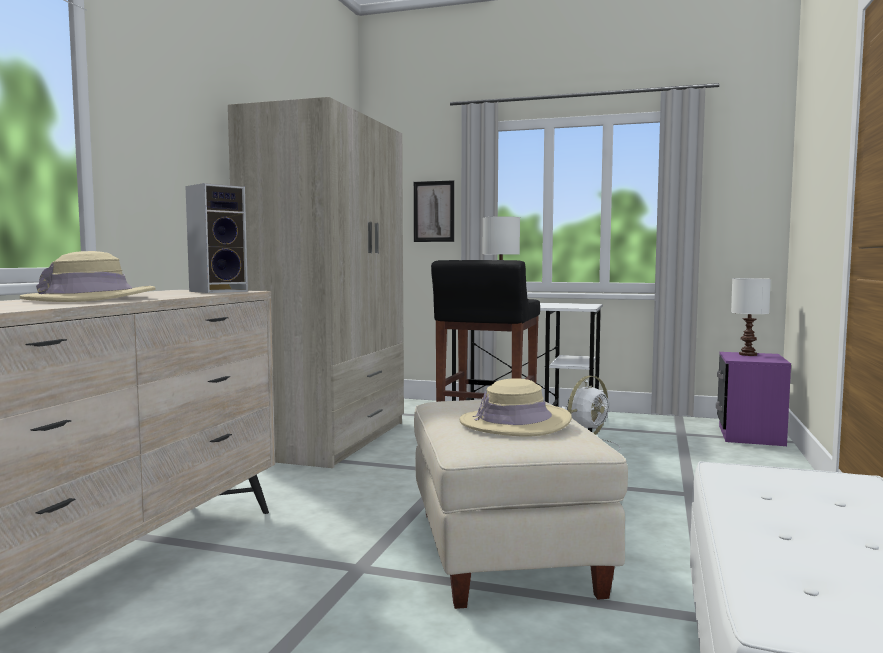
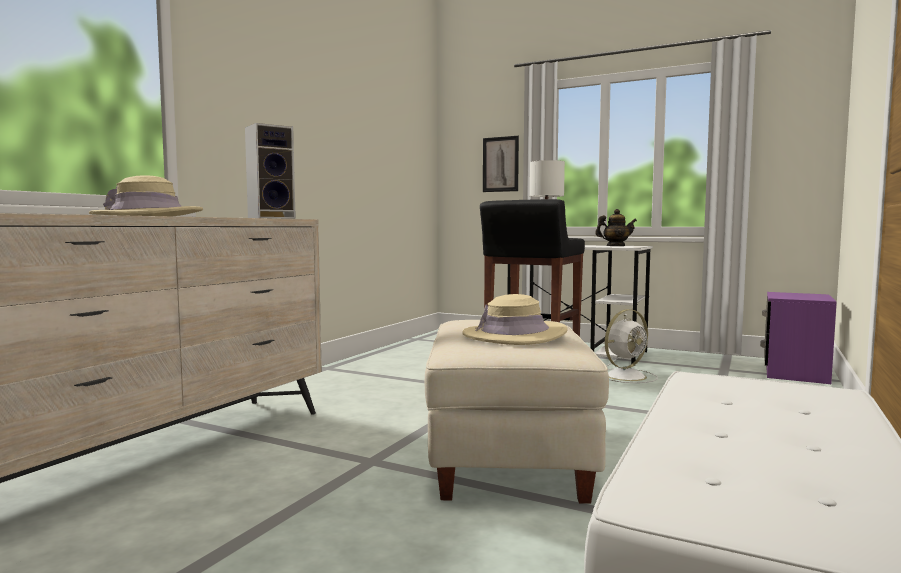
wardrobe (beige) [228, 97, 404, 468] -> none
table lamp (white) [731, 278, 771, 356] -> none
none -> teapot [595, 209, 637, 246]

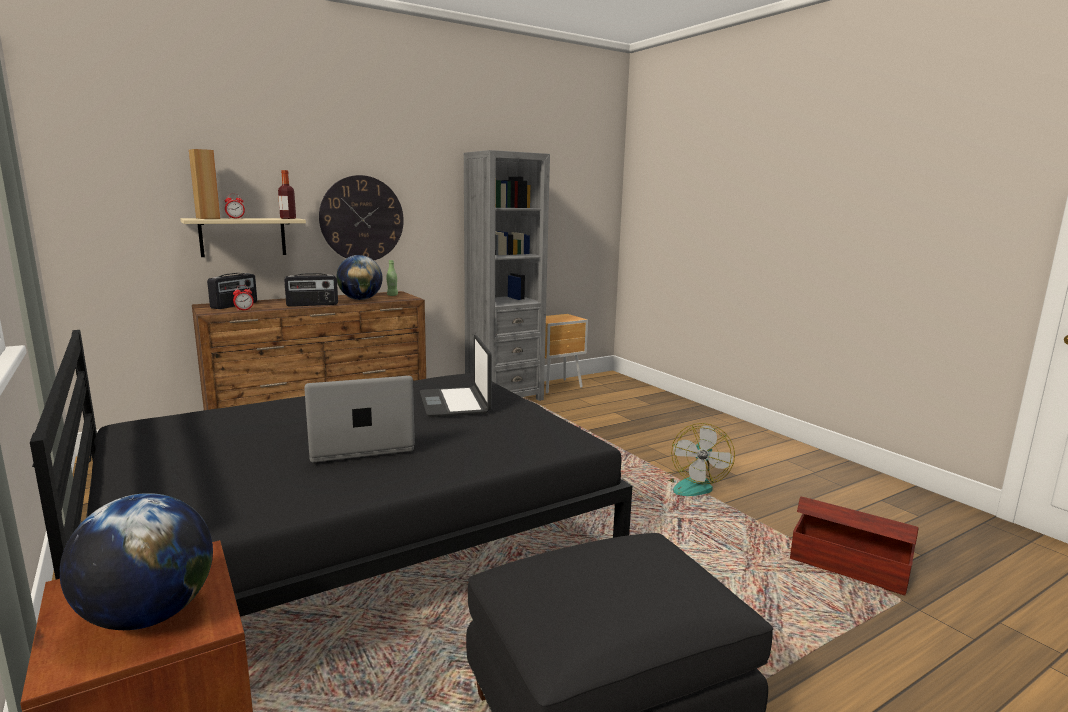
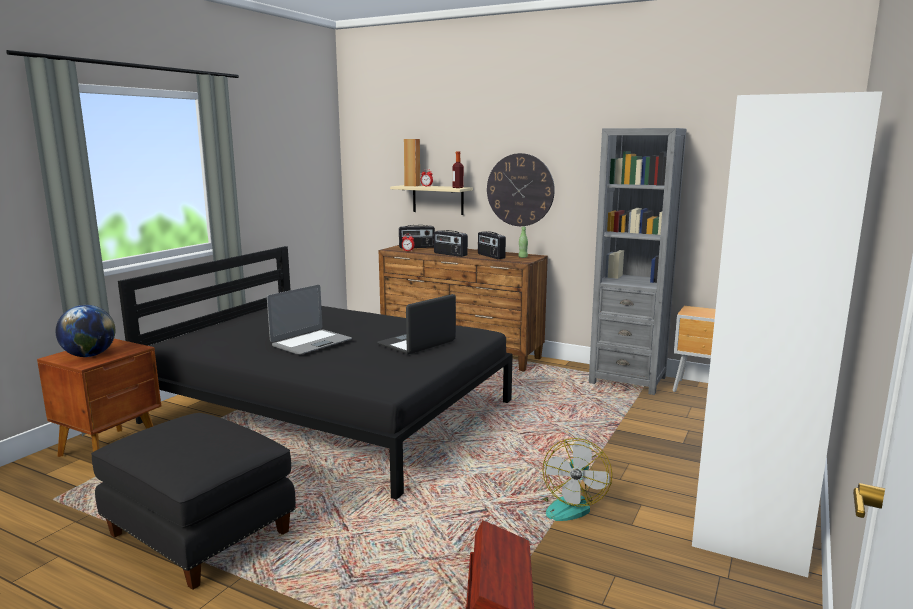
laptop [304, 376, 415, 462] -> laptop [267, 285, 352, 354], 90 degrees clockwise
globe [336, 255, 383, 300] -> radio [478, 231, 506, 259]
fan [662, 423, 735, 496] -> fan [536, 438, 612, 521], 60 degrees counterclockwise
none -> wardrobe (white) [692, 91, 882, 577]

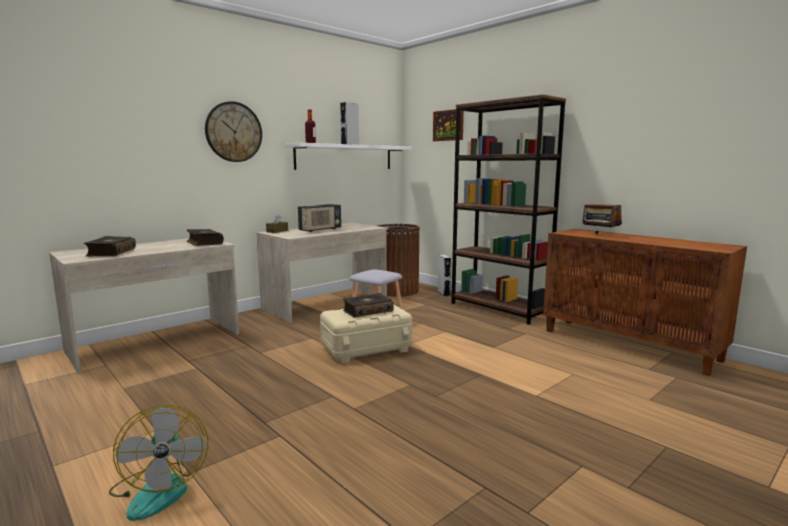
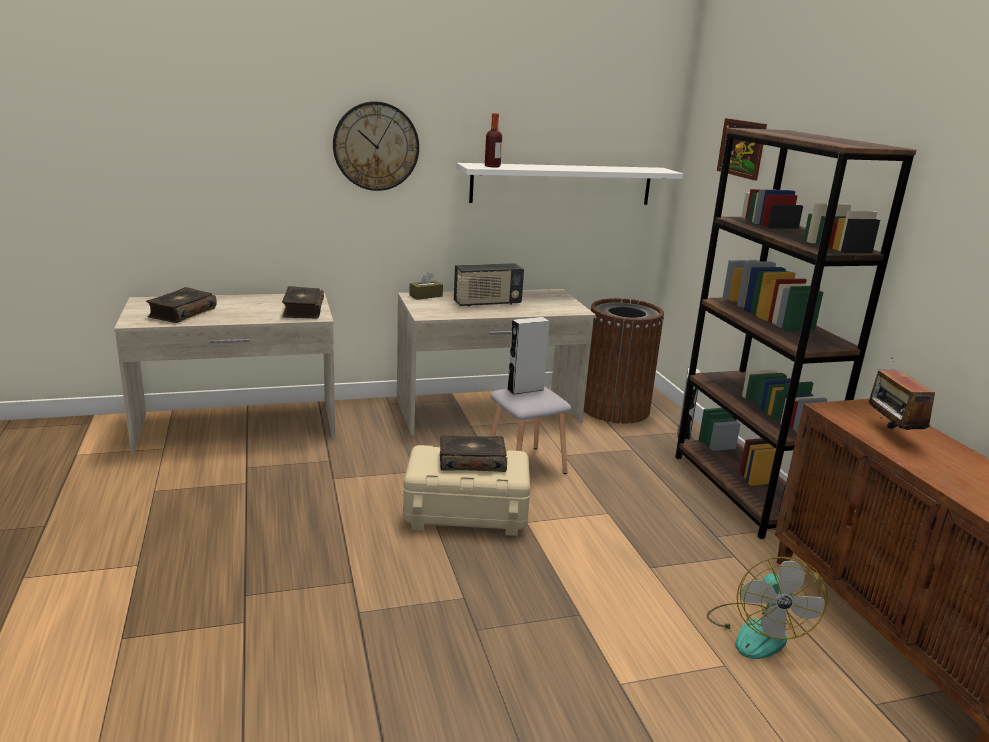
fan [109, 404, 208, 521] -> fan [707, 557, 828, 659], relocated
speaker (grey) [340, 102, 359, 145] -> speaker (grey) [507, 317, 550, 395], relocated

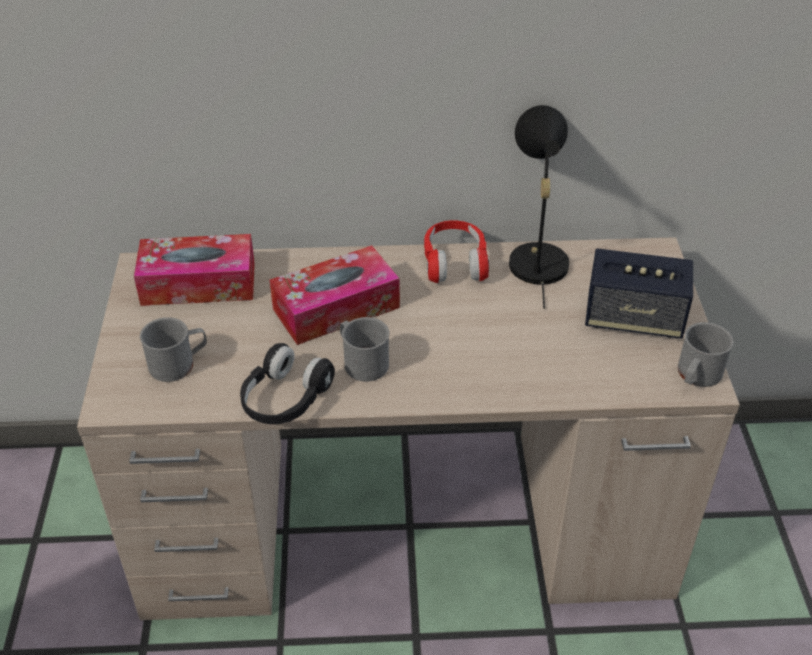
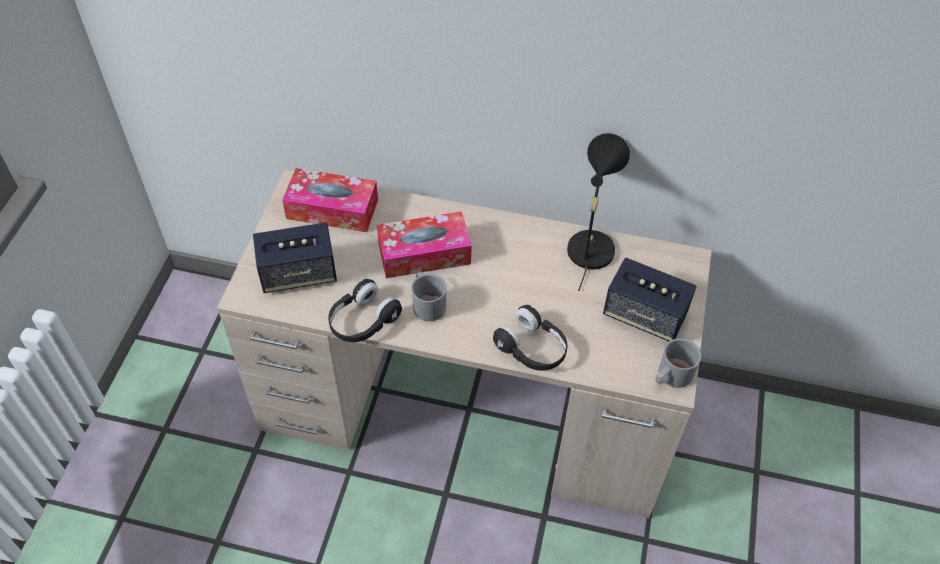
mug (grey) [140, 317, 207, 382] -> speaker [253, 222, 337, 293]
headphones (red) [424, 220, 489, 283] -> none
none -> headphones (black) [493, 305, 567, 371]

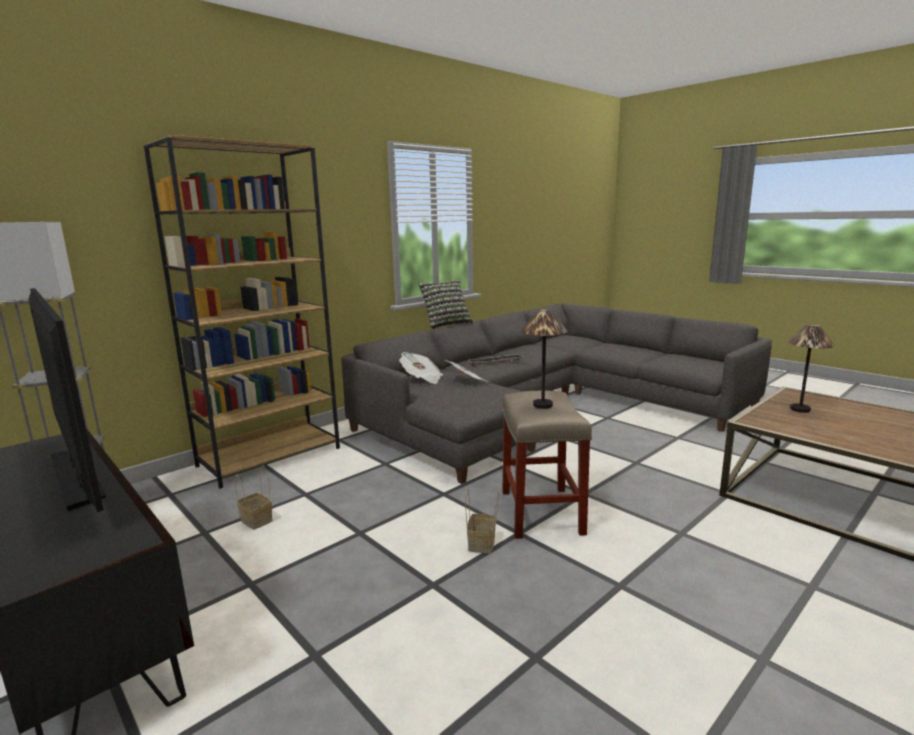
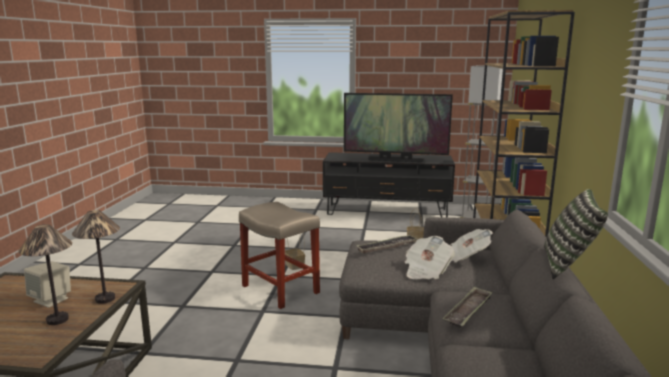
table lamp [522, 309, 568, 409] -> table lamp [72, 210, 120, 304], relocated
none -> speaker (beige) [24, 261, 71, 308]
none -> tray [356, 235, 417, 254]

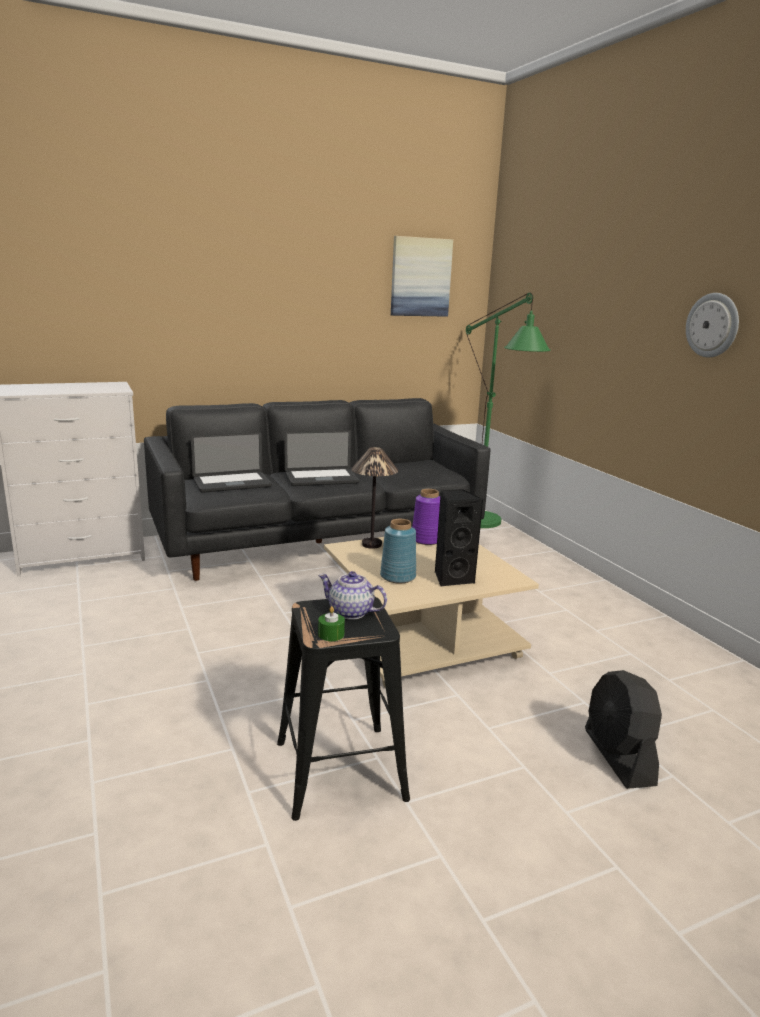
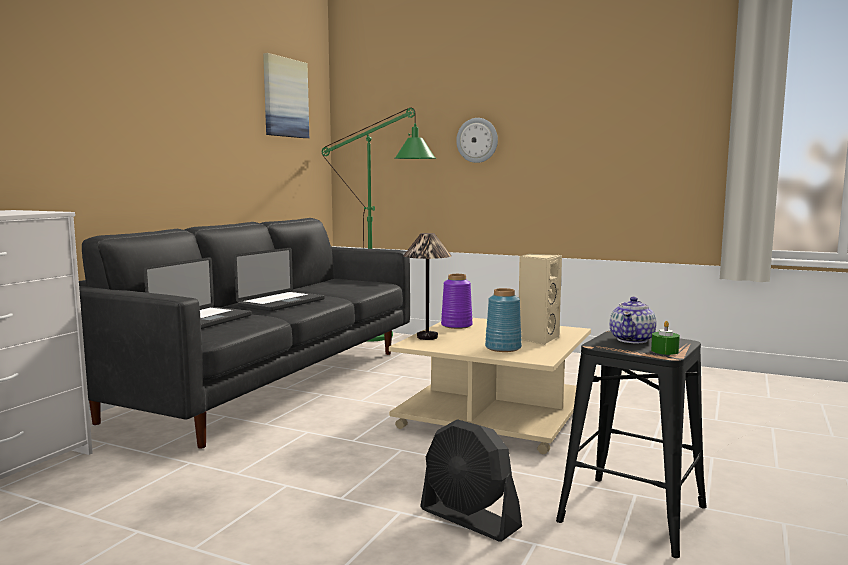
teapot [318, 571, 387, 620] -> teapot [609, 297, 657, 343], 45 degrees counterclockwise
speaker (black) [435, 489, 483, 586] -> speaker (beige) [519, 254, 562, 345]
fan (black) [585, 670, 662, 789] -> fan (black) [420, 419, 522, 542], relocated
wall clock [686, 293, 739, 358] -> wall clock [456, 118, 498, 163], relocated

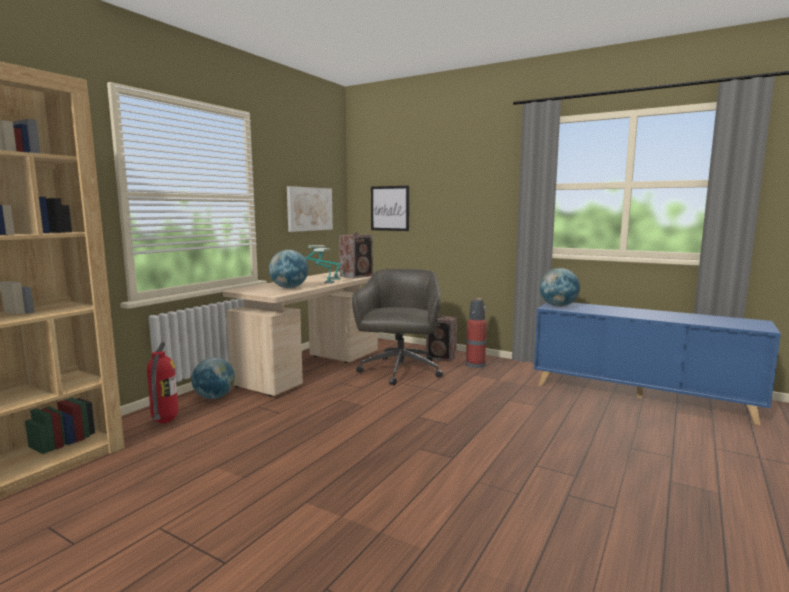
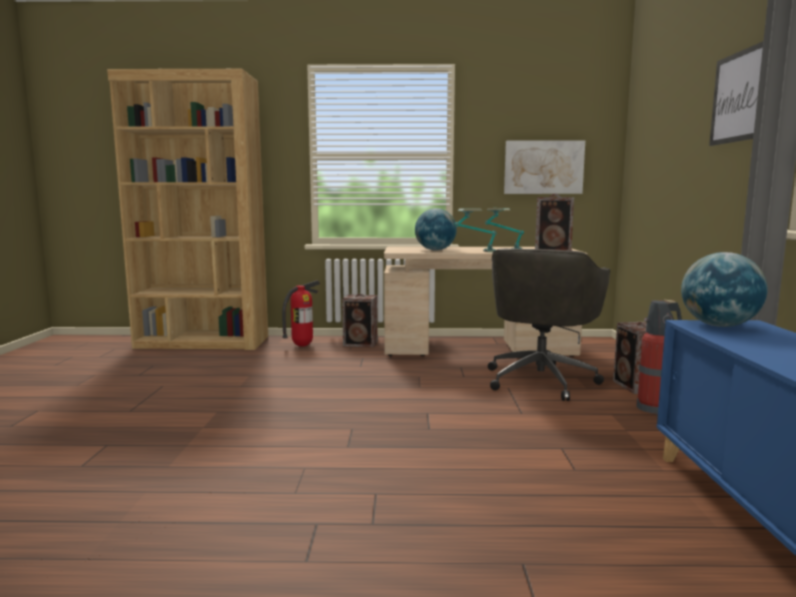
globe [191, 358, 235, 399] -> speaker [342, 294, 378, 347]
office chair (grey) [352, 269, 443, 385] -> office chair (grey) [488, 248, 610, 401], 135 degrees clockwise
picture [371, 186, 409, 231] -> picture [709, 41, 763, 146], relocated

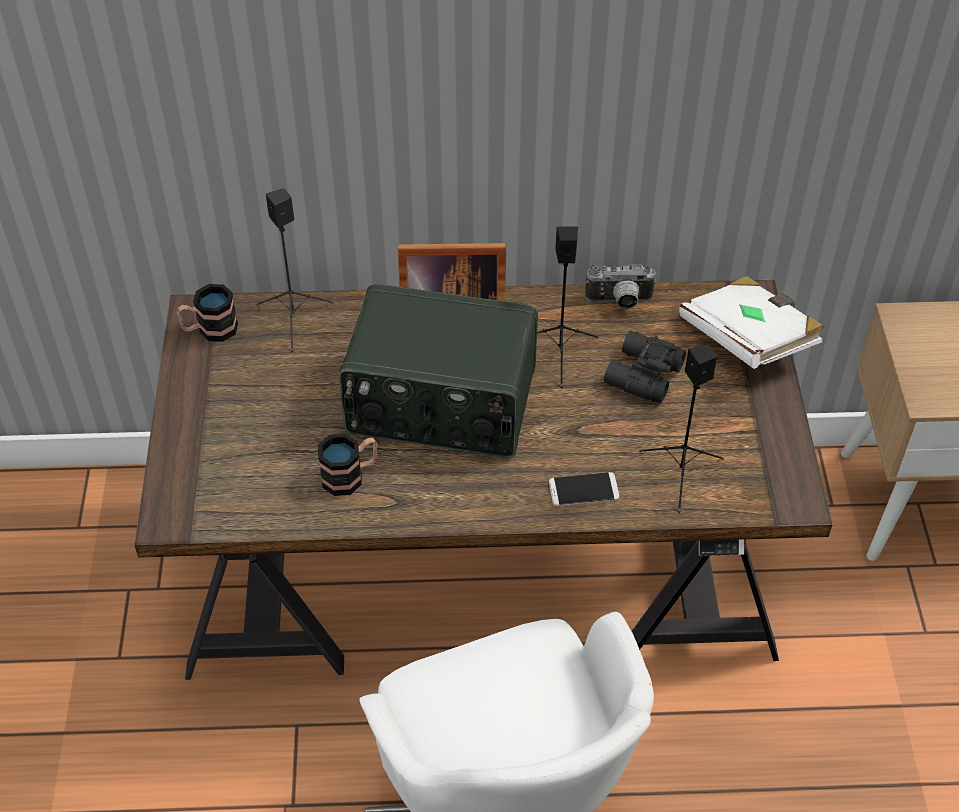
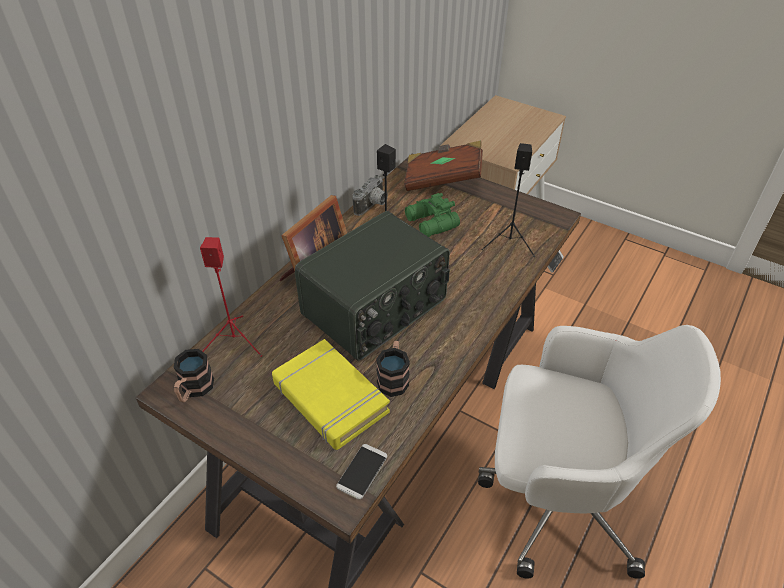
speaker (black) [256, 188, 334, 352] -> speaker (red) [200, 237, 262, 357]
phone [549, 472, 619, 506] -> phone [336, 444, 387, 500], relocated
binoculars (black) [604, 331, 686, 403] -> binoculars (green) [405, 193, 460, 237]
book (white) [679, 276, 824, 369] -> book (brown) [404, 141, 483, 191]
none -> book (yellow) [272, 339, 390, 450]

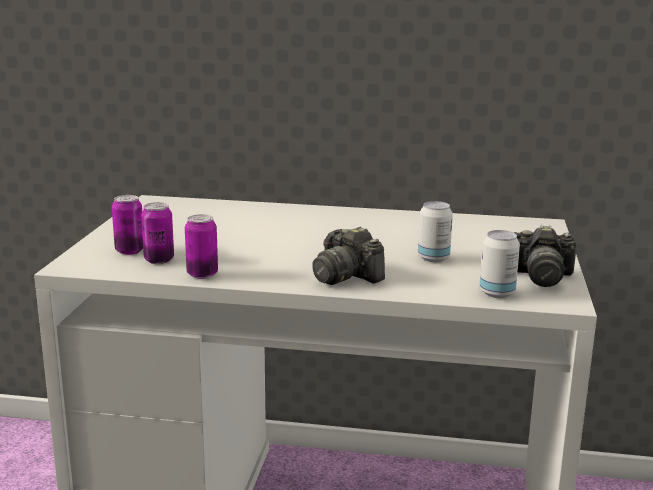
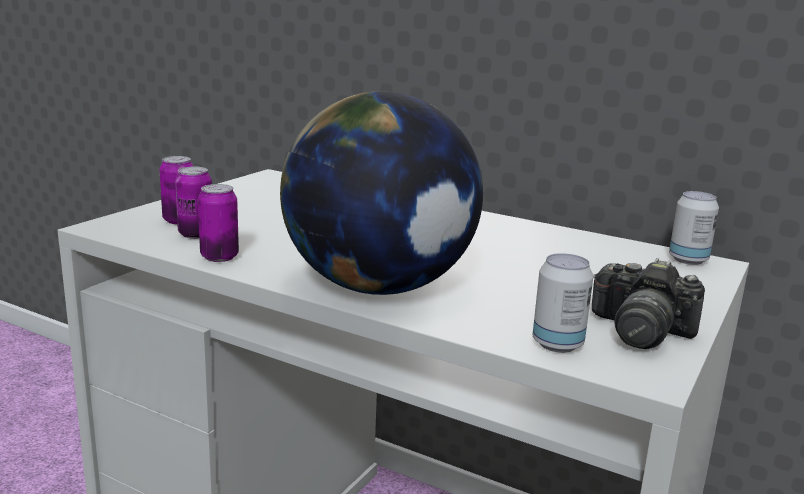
photo camera [312, 226, 385, 285] -> globe [280, 91, 483, 295]
can [418, 201, 453, 262] -> can [669, 191, 719, 265], relocated

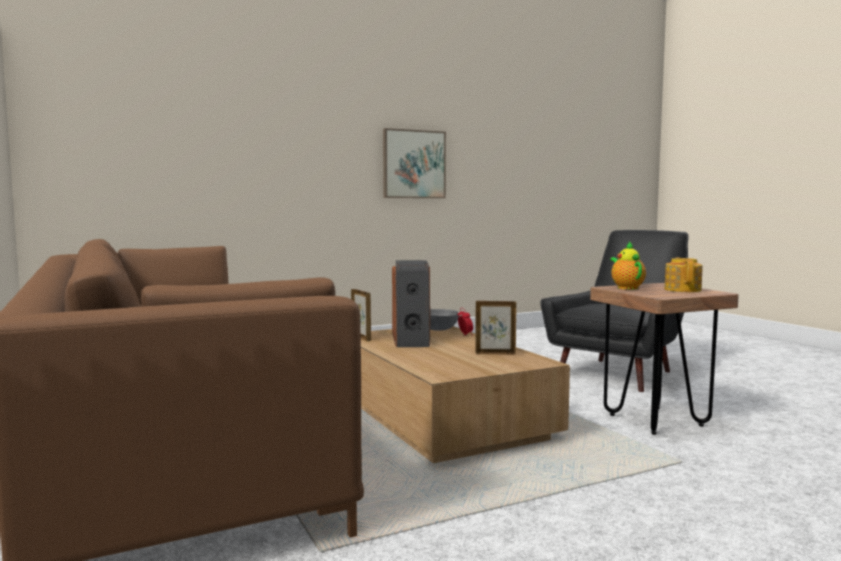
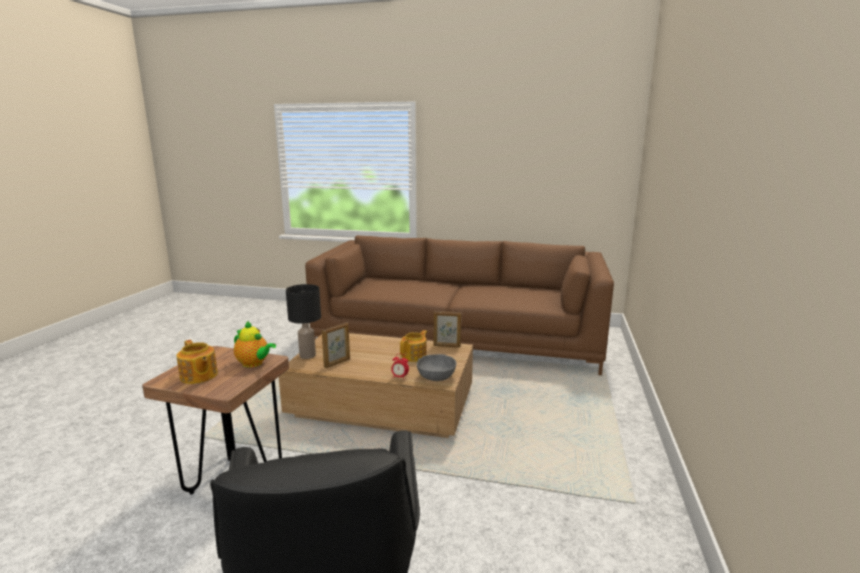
picture [383, 128, 446, 198] -> none
speaker [392, 260, 430, 347] -> teapot [400, 330, 427, 362]
none -> table lamp (black) [286, 284, 321, 359]

